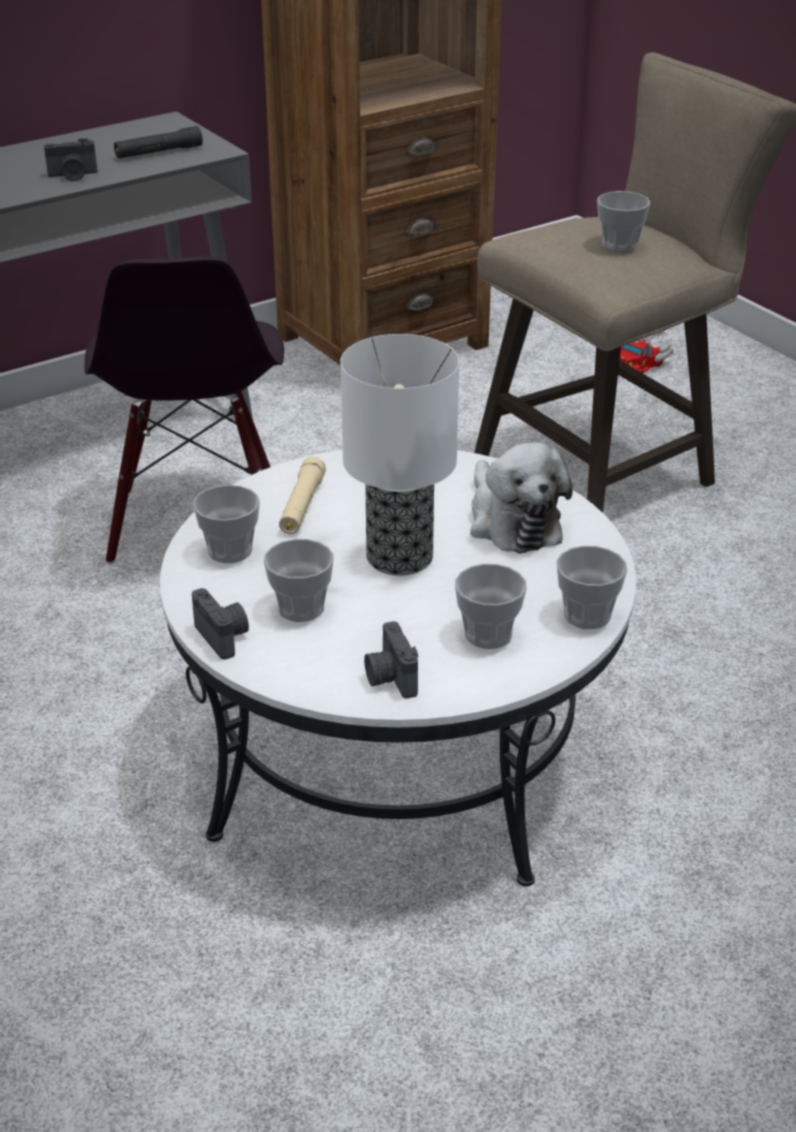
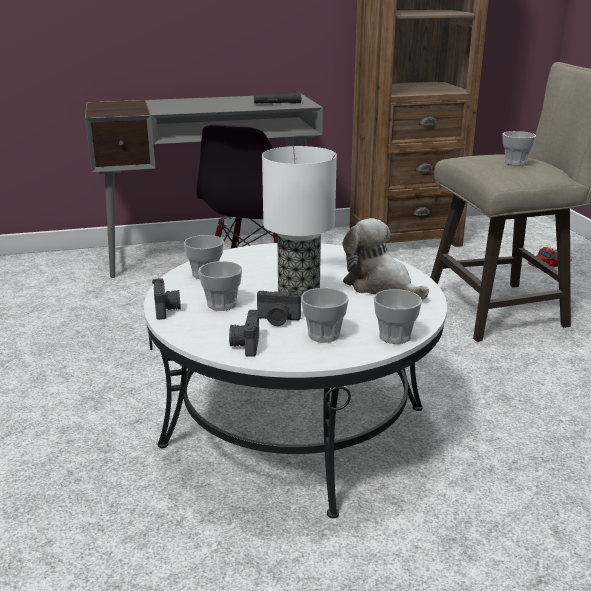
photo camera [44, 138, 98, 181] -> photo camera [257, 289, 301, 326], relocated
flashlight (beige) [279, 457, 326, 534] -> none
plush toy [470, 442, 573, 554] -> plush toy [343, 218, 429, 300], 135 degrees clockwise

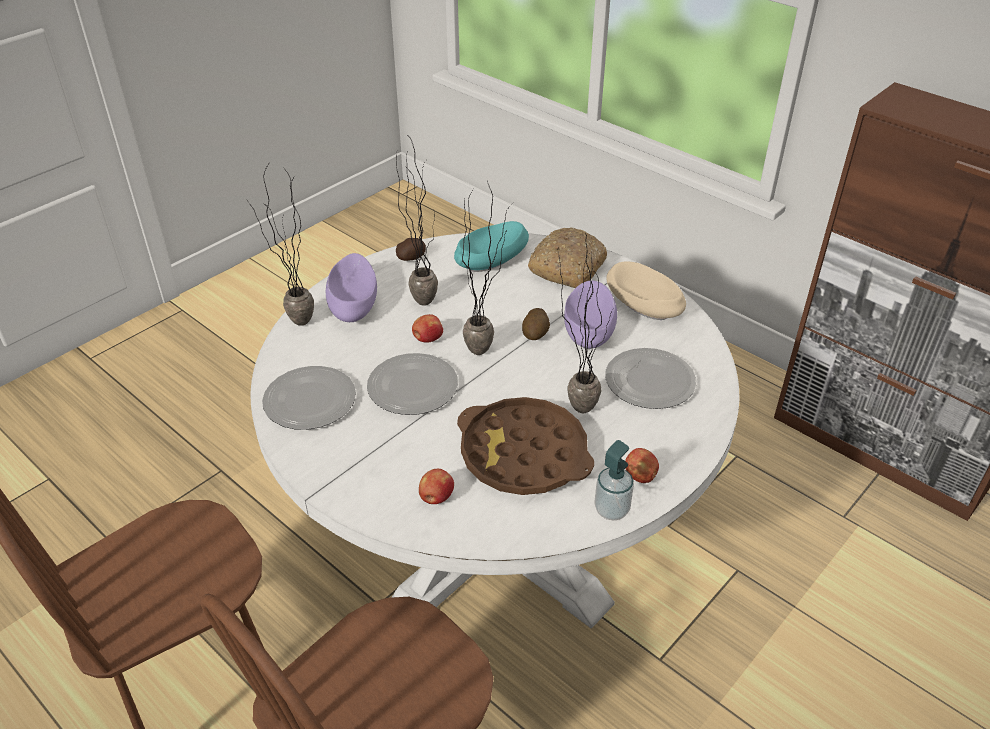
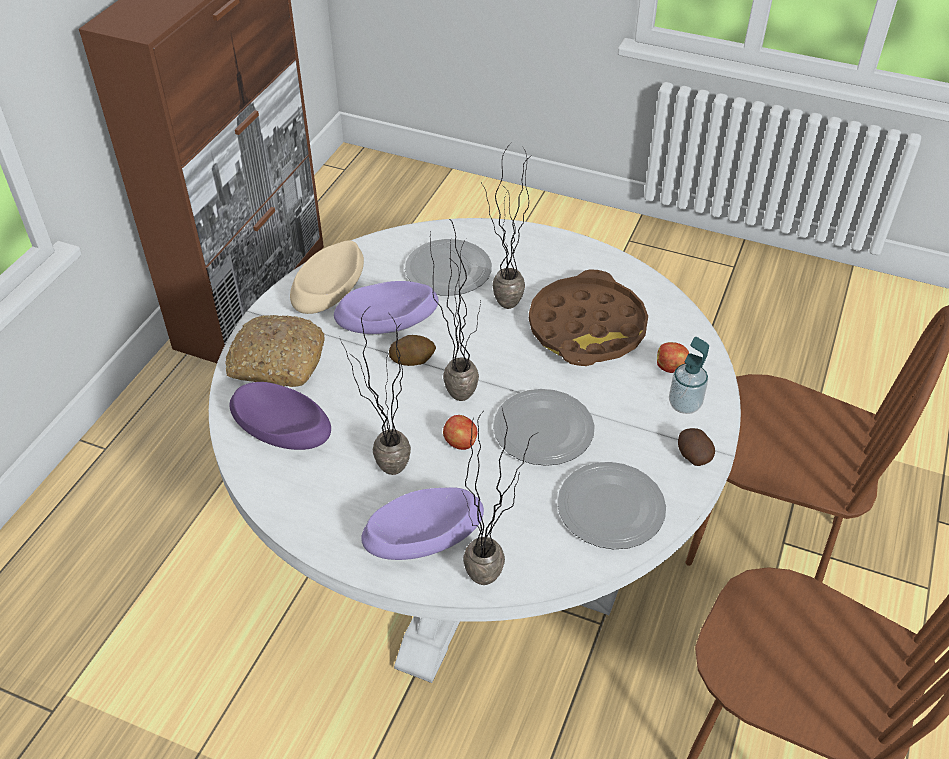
potato [396, 238, 426, 261] -> potato [678, 428, 715, 466], relocated
bowl (turquoise) [454, 221, 529, 272] -> bowl (purple) [230, 382, 331, 450]
soap dispenser [594, 440, 634, 521] -> soap dispenser [669, 337, 709, 414], relocated
apple [625, 448, 659, 483] -> none

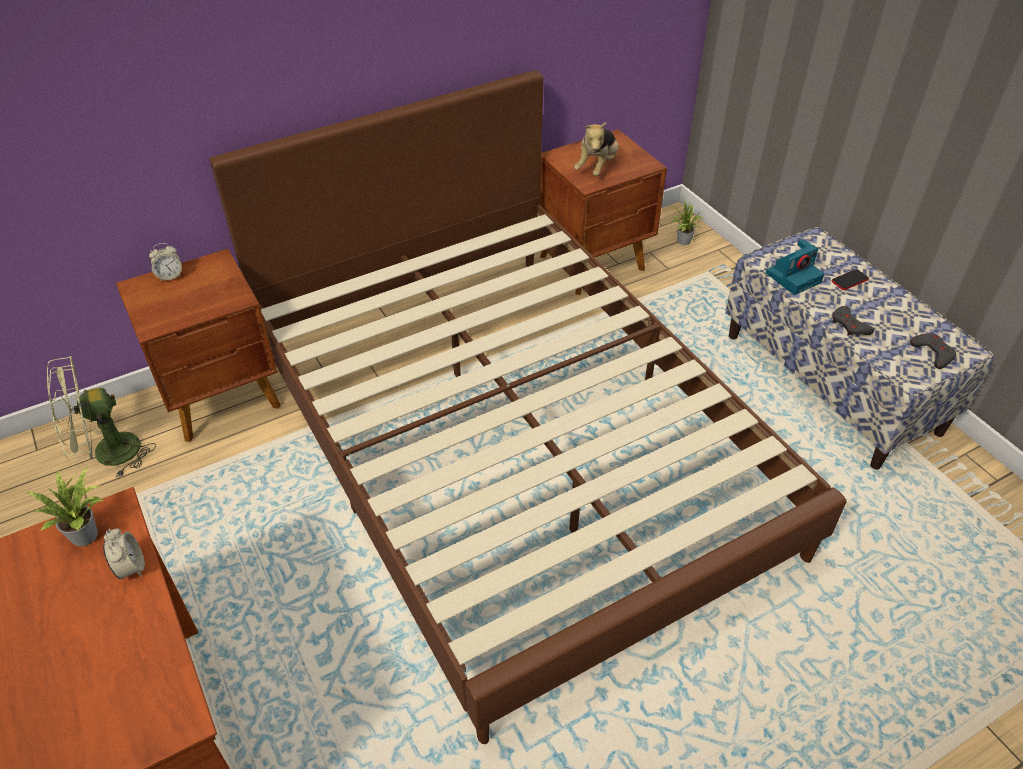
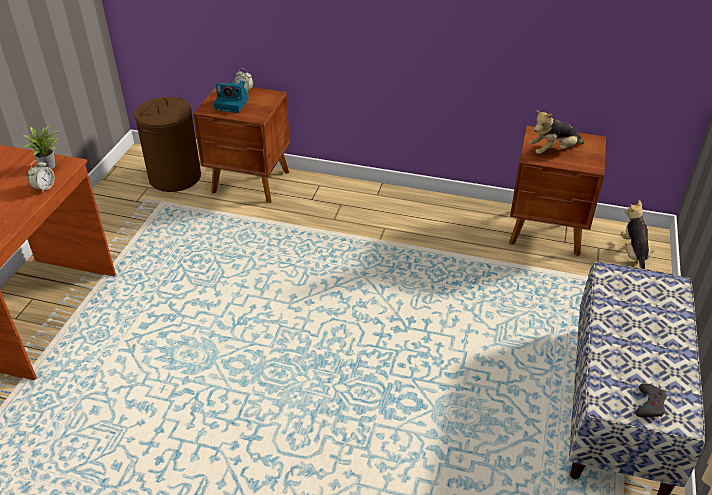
fan (green) [47, 356, 156, 478] -> laundry basket (brown) [134, 97, 201, 192]
bed (brown) [209, 70, 846, 744] -> none
potted plant [670, 198, 705, 245] -> plush toy [621, 200, 654, 271]
photo camera [766, 239, 824, 295] -> photo camera [214, 81, 248, 113], relocated
phone [832, 269, 869, 290] -> none
game controller (grey) [832, 306, 874, 336] -> none

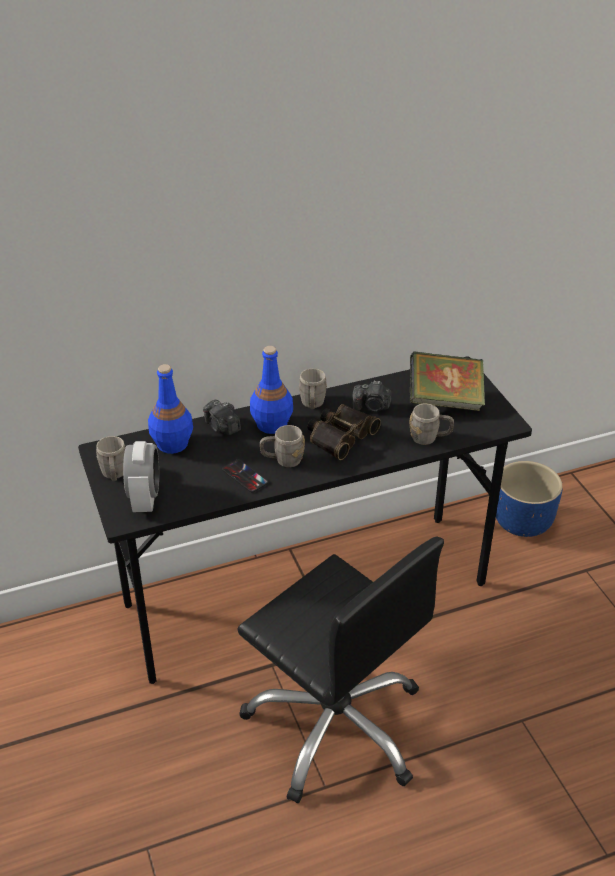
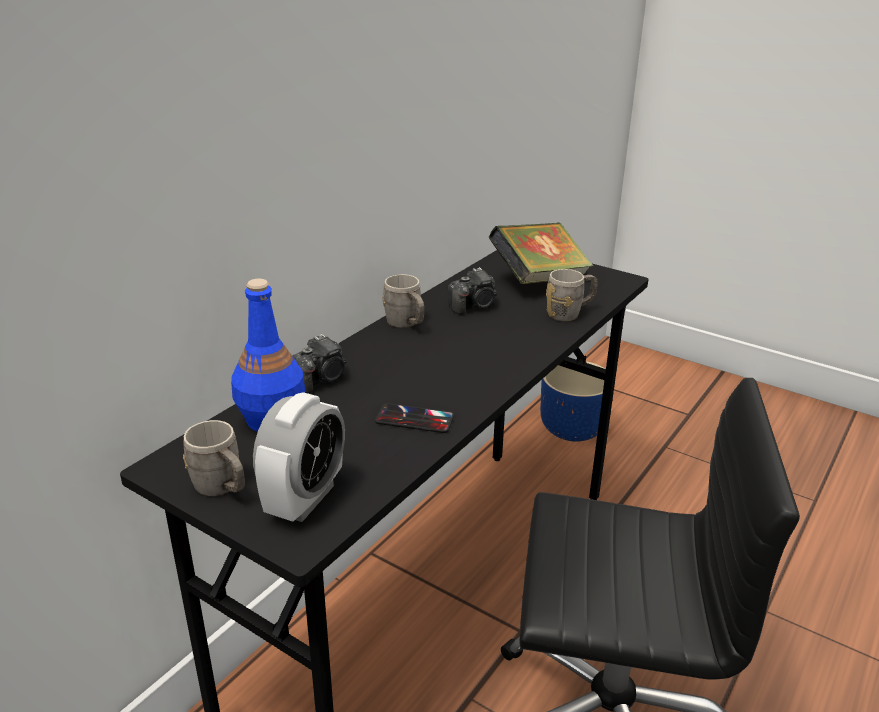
alarm clock [123, 441, 159, 512] -> alarm clock [253, 392, 345, 522], 60 degrees clockwise
photo camera [203, 400, 241, 435] -> photo camera [292, 334, 346, 393], 60 degrees counterclockwise
bottle (blue) [250, 346, 293, 434] -> none
mug (grey) [260, 425, 305, 467] -> none
binoculars [308, 404, 381, 460] -> none

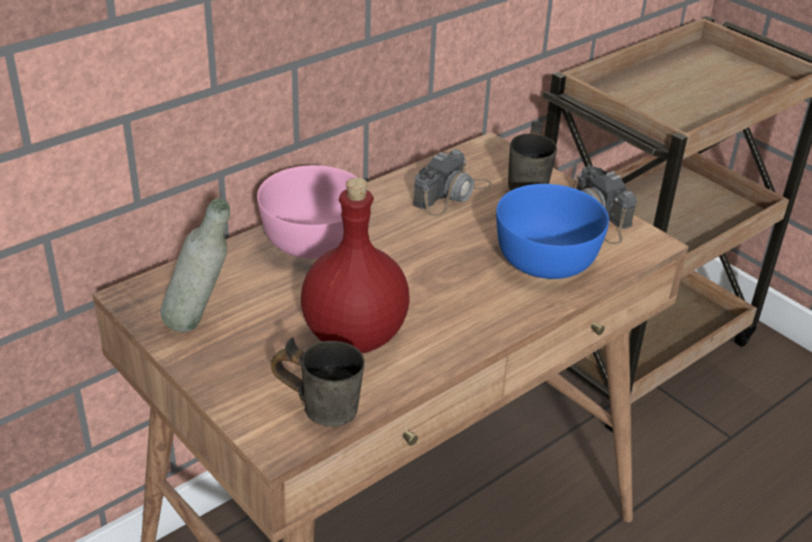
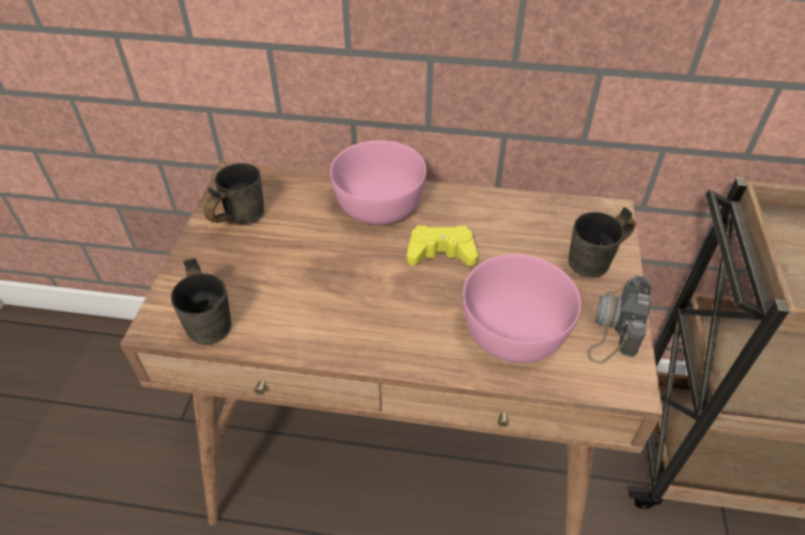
bottle (grey) [160, 198, 230, 332] -> mug (grey) [204, 163, 264, 224]
bottle (red) [301, 178, 410, 353] -> none
photo camera [413, 149, 492, 216] -> none
bowl (blue) [496, 184, 609, 279] -> bowl (pink) [463, 254, 581, 363]
none -> game controller (yellow) [407, 225, 478, 266]

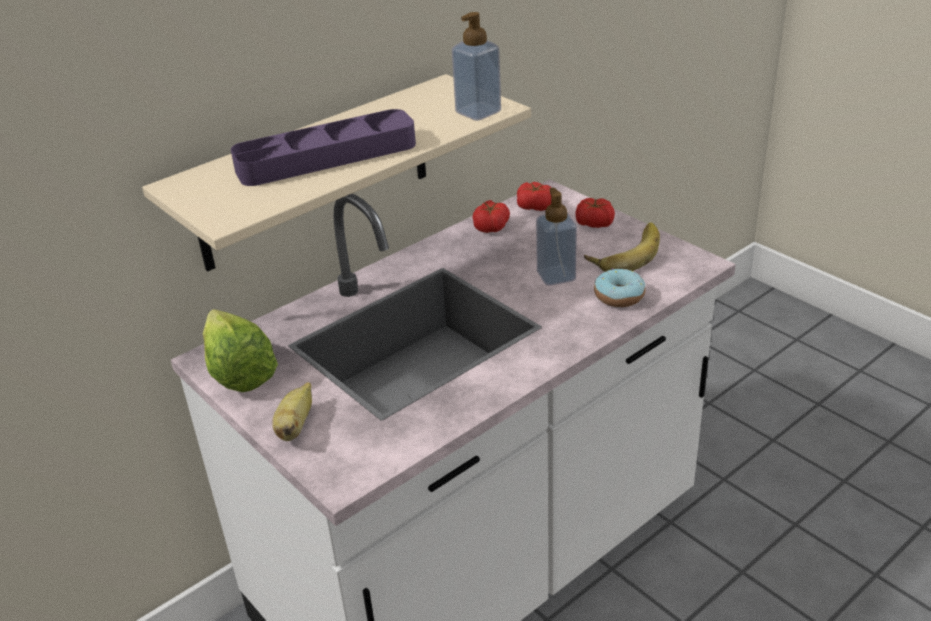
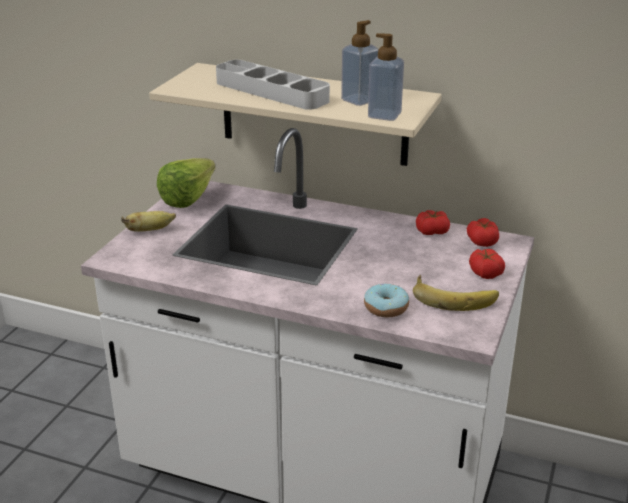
tray (purple) [231, 109, 416, 186] -> tray (grey) [216, 60, 330, 110]
soap dispenser [536, 188, 577, 286] -> soap dispenser [341, 20, 379, 106], relocated

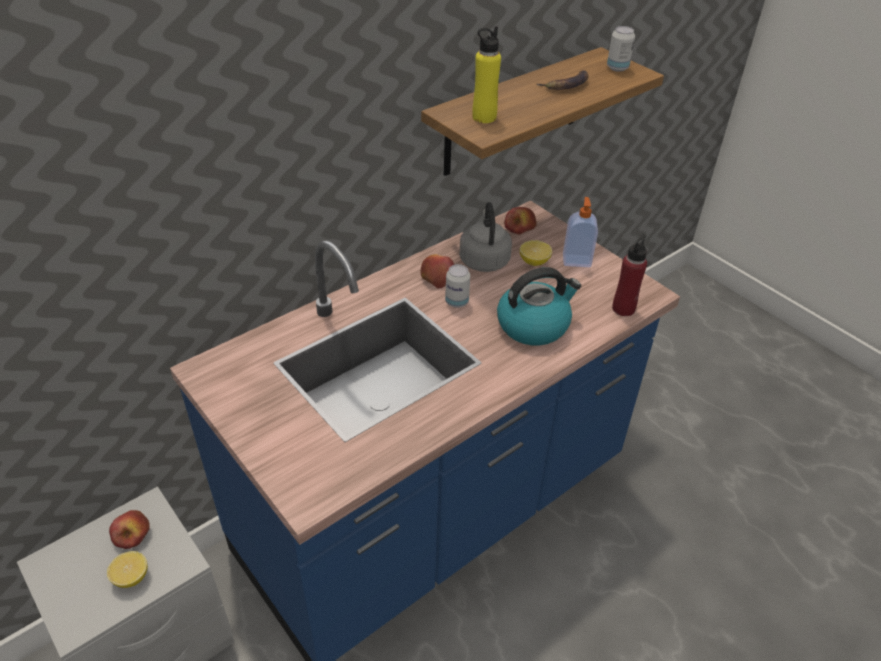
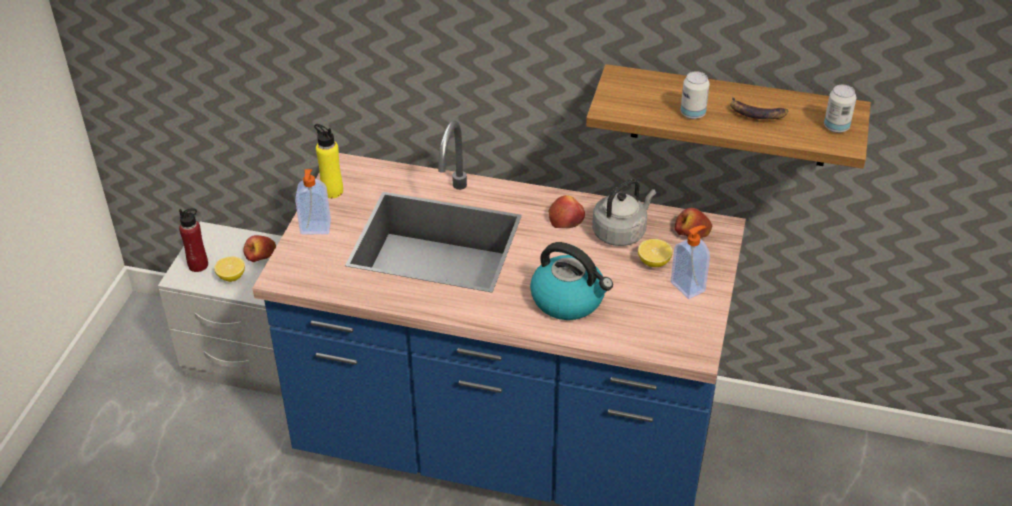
can [445, 264, 470, 308] -> can [680, 71, 710, 119], relocated
bottle (yellow) [472, 26, 501, 123] -> bottle (yellow) [314, 124, 343, 198], relocated
bottle (red) [612, 234, 647, 316] -> bottle (red) [179, 208, 208, 272], relocated
none -> soap dispenser [295, 169, 331, 234]

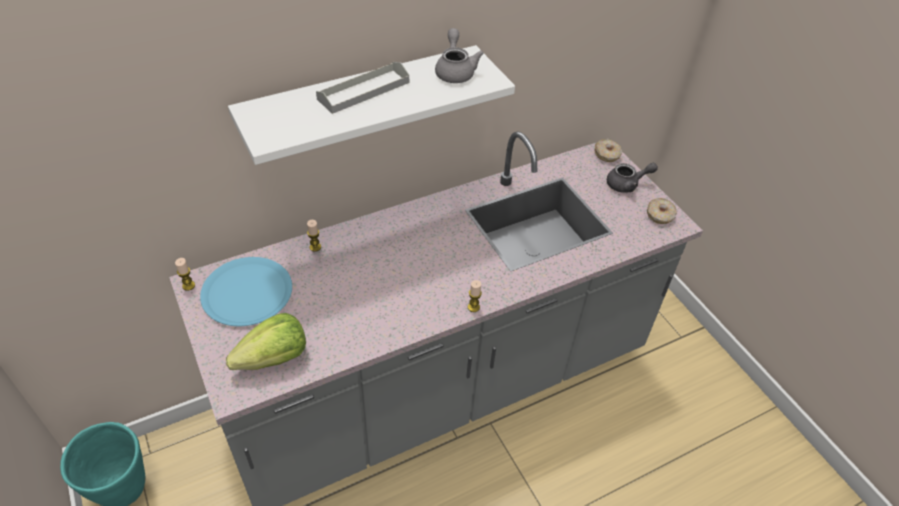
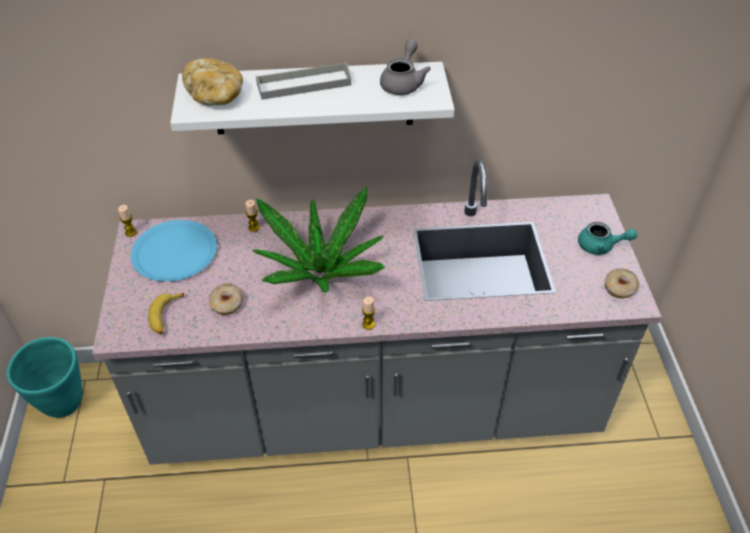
lettuce [226, 313, 306, 370] -> banana [148, 293, 184, 334]
donut [595, 139, 622, 162] -> donut [209, 283, 243, 315], relocated
teapot (grey) [607, 163, 658, 193] -> teapot (turquoise) [578, 222, 637, 255]
none -> bread [182, 58, 243, 106]
none -> potted plant [252, 187, 385, 293]

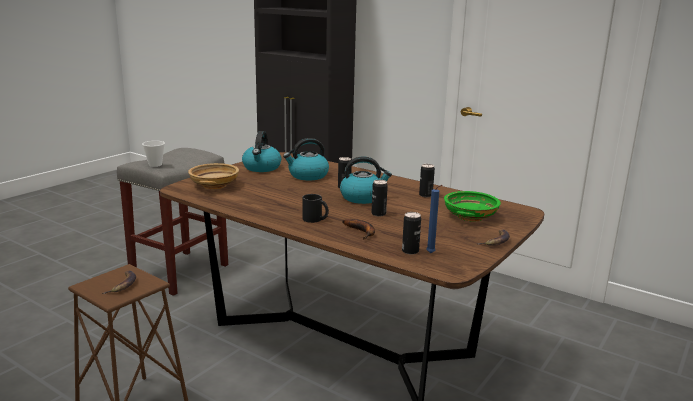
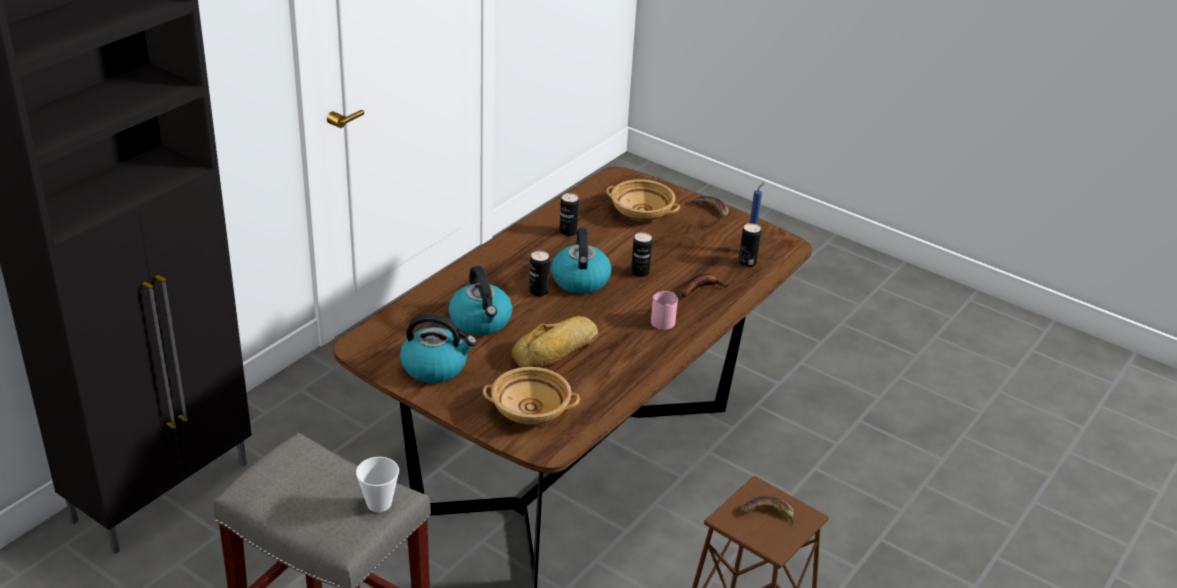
mug (black) [302, 194, 329, 223] -> mug (pink) [651, 291, 678, 330]
bowl (green) [444, 191, 501, 222] -> bowl (beige) [606, 179, 680, 221]
none -> bread [512, 316, 598, 368]

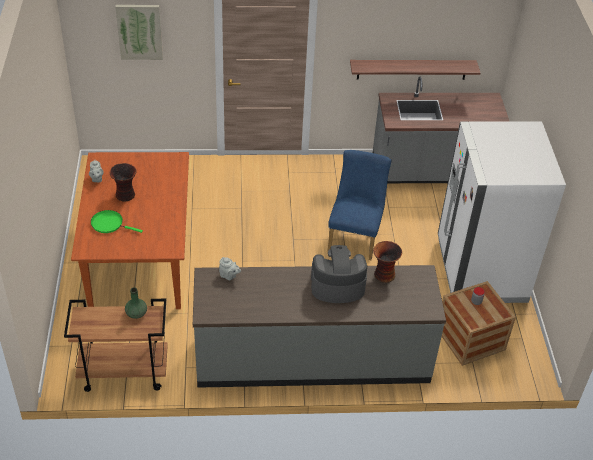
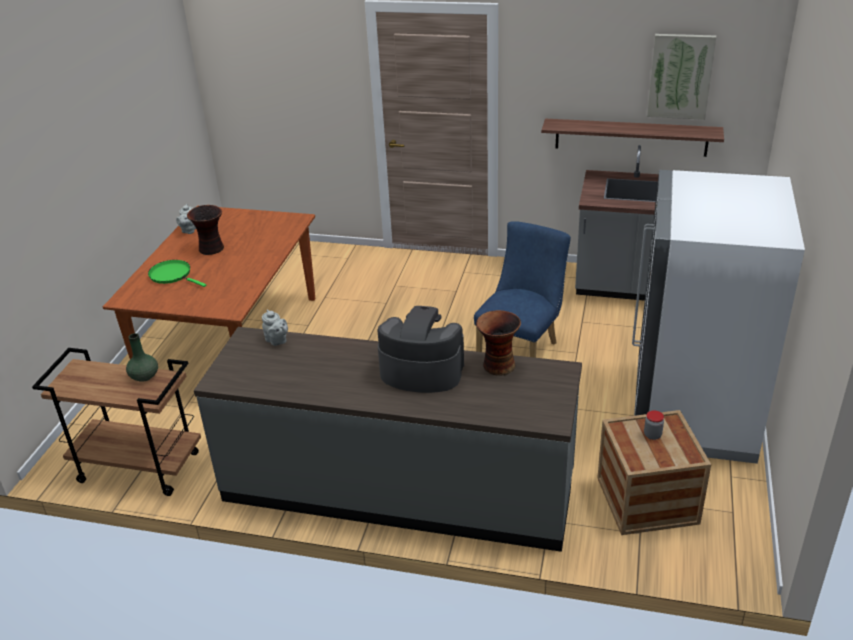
picture [115, 5, 163, 60] -> picture [647, 34, 716, 120], relocated

